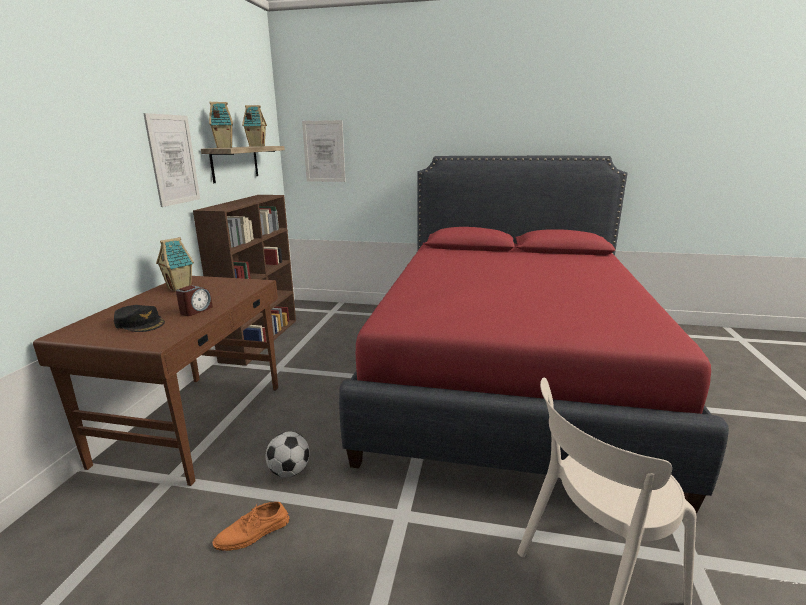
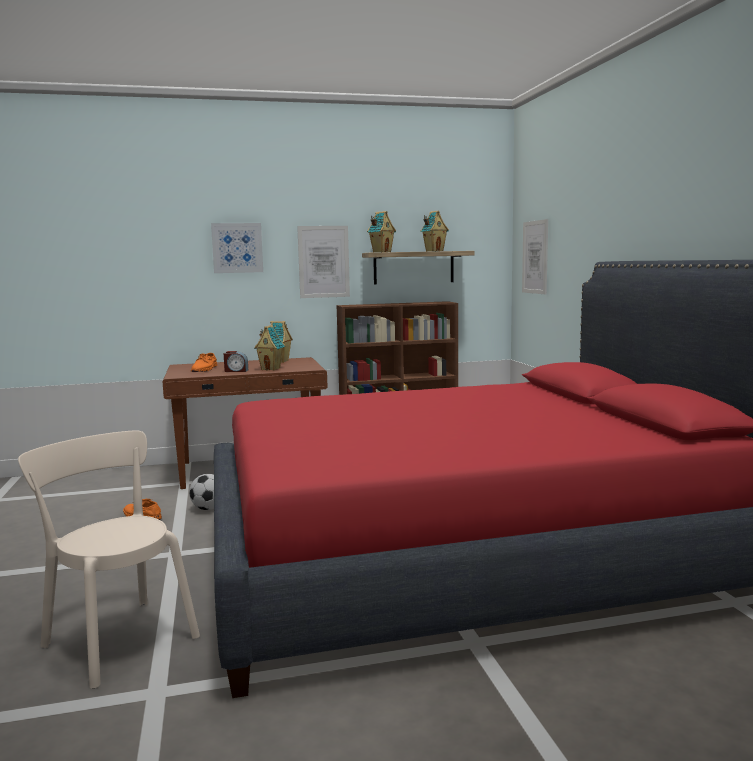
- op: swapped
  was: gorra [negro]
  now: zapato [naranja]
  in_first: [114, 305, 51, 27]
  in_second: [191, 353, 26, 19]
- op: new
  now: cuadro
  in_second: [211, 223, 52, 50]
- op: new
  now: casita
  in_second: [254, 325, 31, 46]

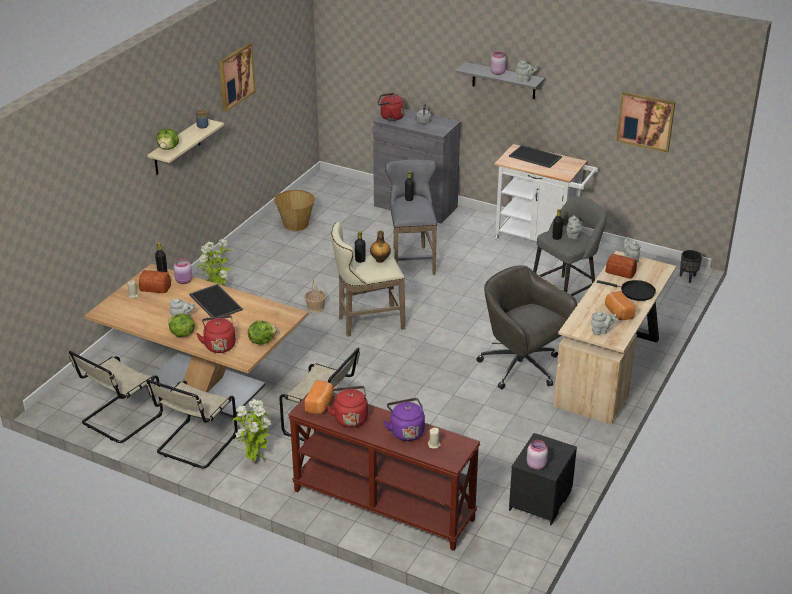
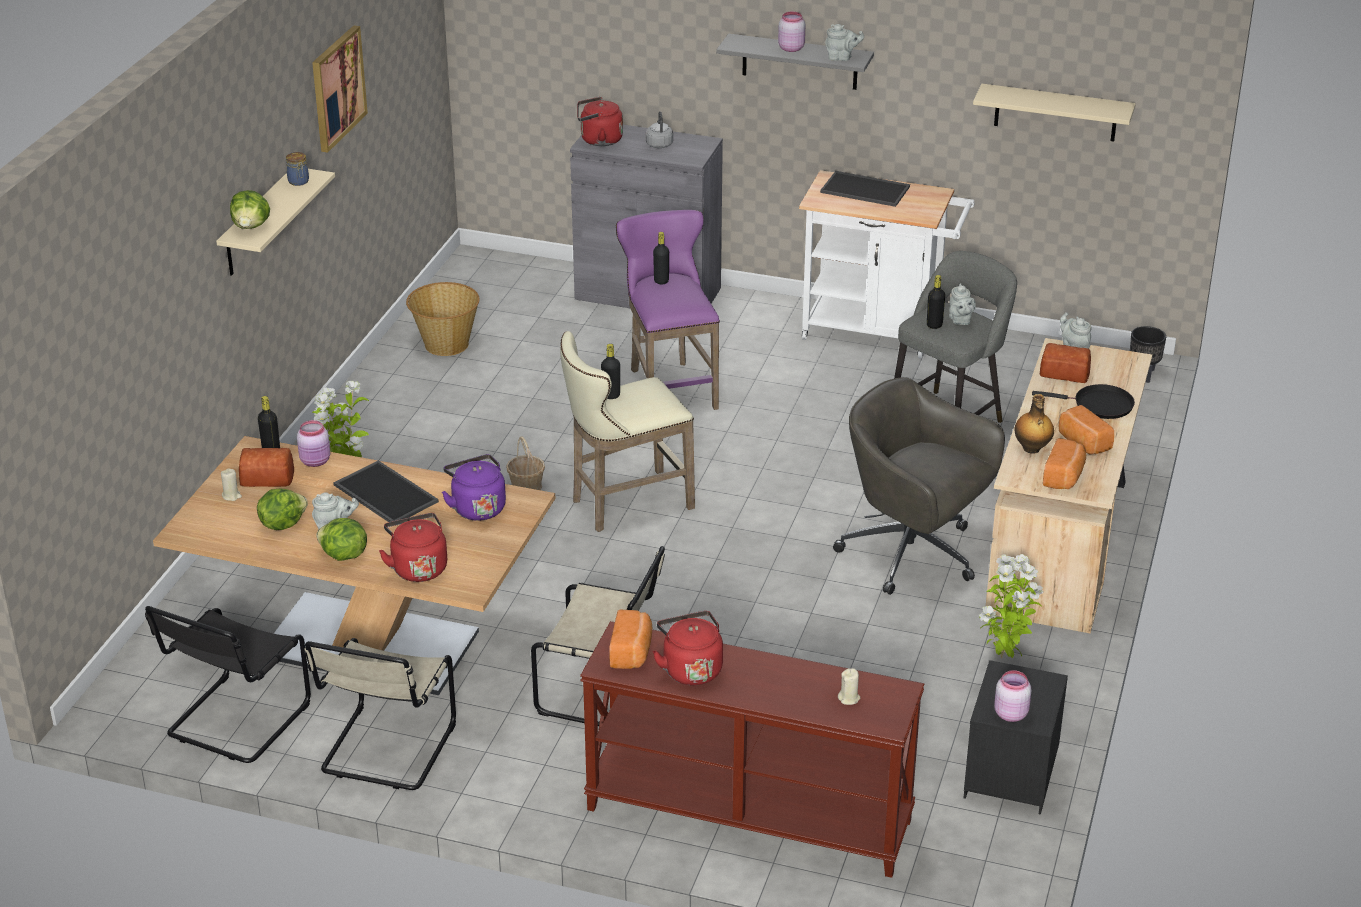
- op: repainted
  was: silla [beis]
  now: silla [negro]
  in_first: [69, 351, 94, 92]
  in_second: [145, 606, 166, 157]
- op: shifted
  was: planta en maceta
  in_first: [232, 399, 39, 62]
  in_second: [979, 554, 65, 105]
- op: shifted
  was: lechuga
  in_first: [248, 321, 29, 23]
  in_second: [257, 489, 51, 41]
- op: shifted
  was: botella
  in_first: [370, 231, 21, 32]
  in_second: [1015, 394, 39, 60]
- op: shifted
  was: hervidor [morado]
  in_first: [384, 398, 41, 43]
  in_second: [442, 454, 64, 67]
- op: repainted
  was: taburete [gris]
  now: taburete [morado]
  in_first: [385, 160, 52, 115]
  in_second: [616, 210, 104, 200]
- op: swapped
  was: tetera [gris]
  now: pan
  in_first: [591, 311, 26, 24]
  in_second: [1043, 438, 43, 51]
- op: swapped
  was: cuadro
  now: estante [beis]
  in_first: [616, 91, 59, 62]
  in_second: [973, 84, 163, 58]

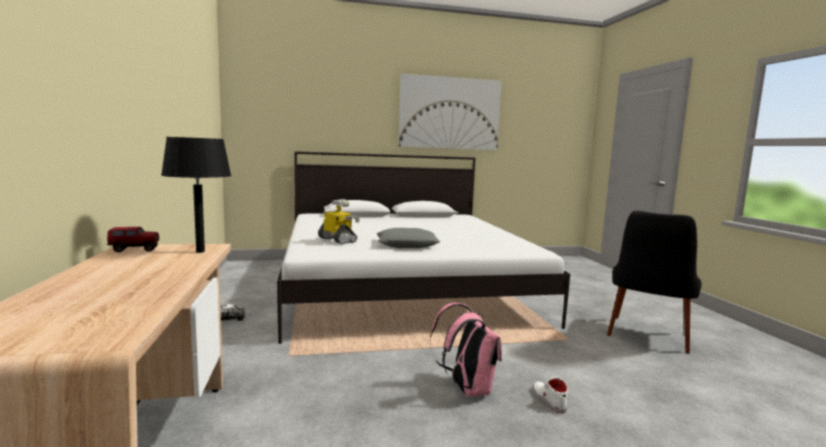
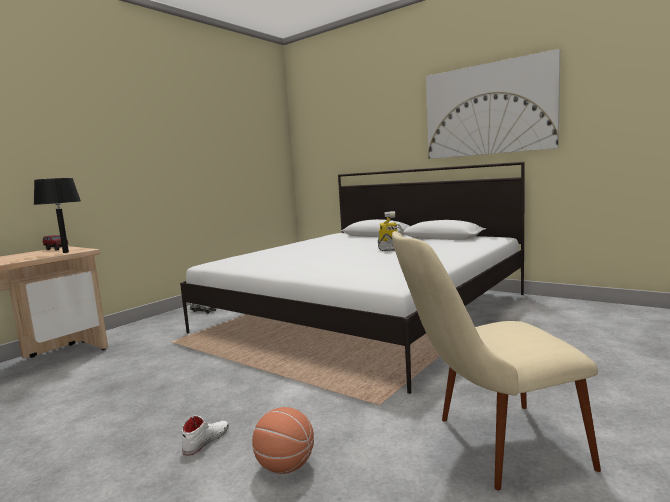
- op: shifted
  was: robot de juguete
  in_first: [318, 199, 42, 45]
  in_second: [378, 211, 25, 40]
- op: gone
  was: cojín [gris]
  in_first: [377, 228, 63, 20]
- op: gone
  was: mochila [rosa]
  in_first: [430, 303, 72, 93]
- op: repainted
  was: silla [negro]
  now: silla [beis]
  in_first: [607, 211, 95, 143]
  in_second: [392, 231, 209, 260]
- op: new
  now: balón de baloncesto
  in_second: [252, 407, 62, 67]

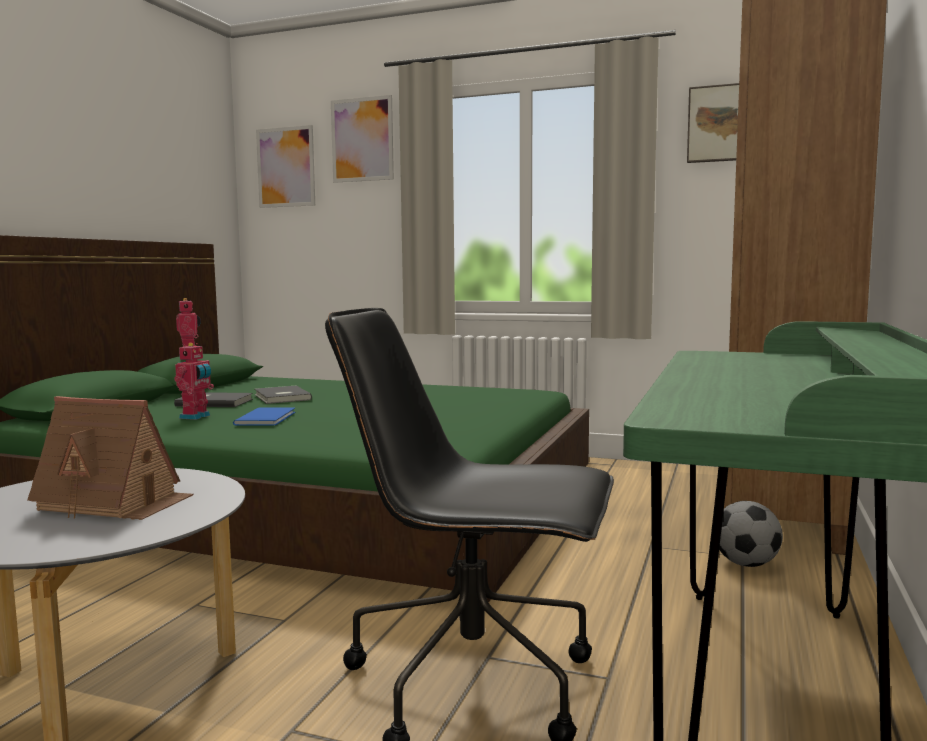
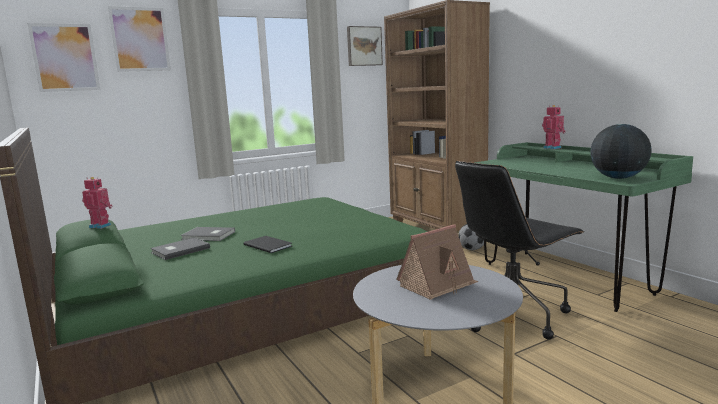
- op: shifted
  was: robot de juguete
  in_first: [174, 343, 40, 77]
  in_second: [542, 105, 24, 44]
- op: repainted
  was: libro [azul]
  now: libro [negro]
  in_first: [233, 407, 62, 19]
  in_second: [243, 236, 49, 17]
- op: new
  now: globo terráqueo
  in_second: [590, 124, 62, 55]

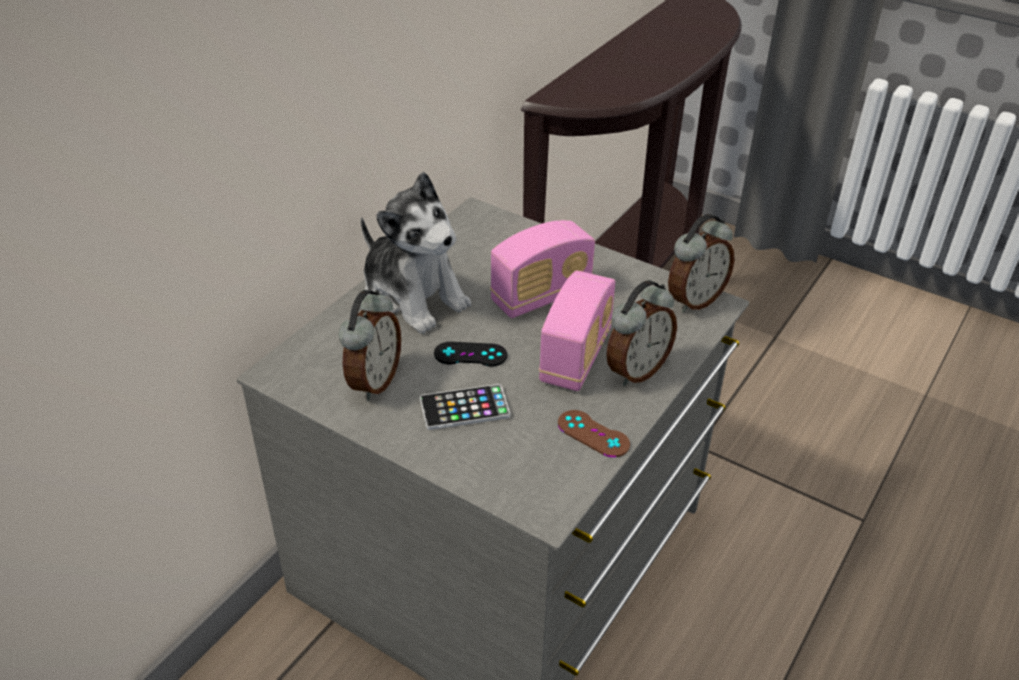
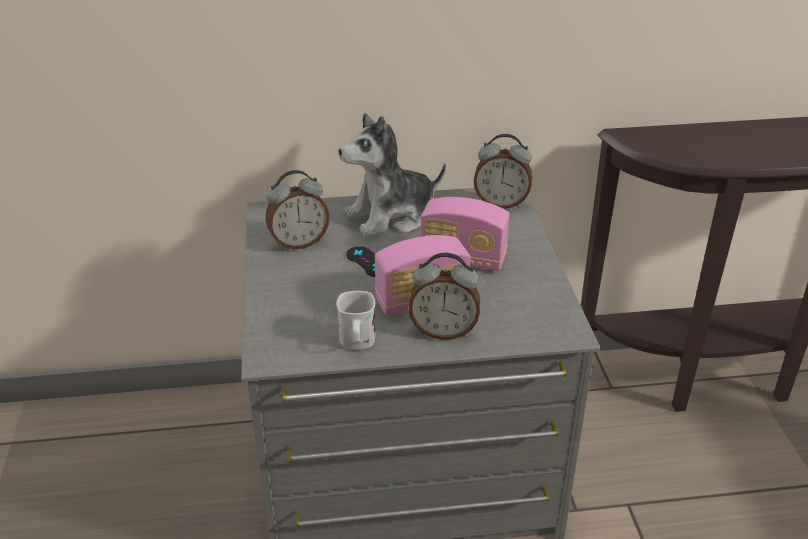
- op: rotated
  was: peluche
  in_first: [361, 172, 110, 162]
  in_second: [339, 113, 107, 124]
  clockwise: 60
- op: gone
  was: móvil
  in_first: [420, 384, 90, 46]
- op: swapped
  was: mando de consola [marrón]
  now: taza grande [blanco]
  in_first: [558, 410, 72, 47]
  in_second: [336, 291, 39, 59]
- op: shifted
  was: despertador
  in_first: [668, 214, 66, 99]
  in_second: [474, 134, 58, 75]

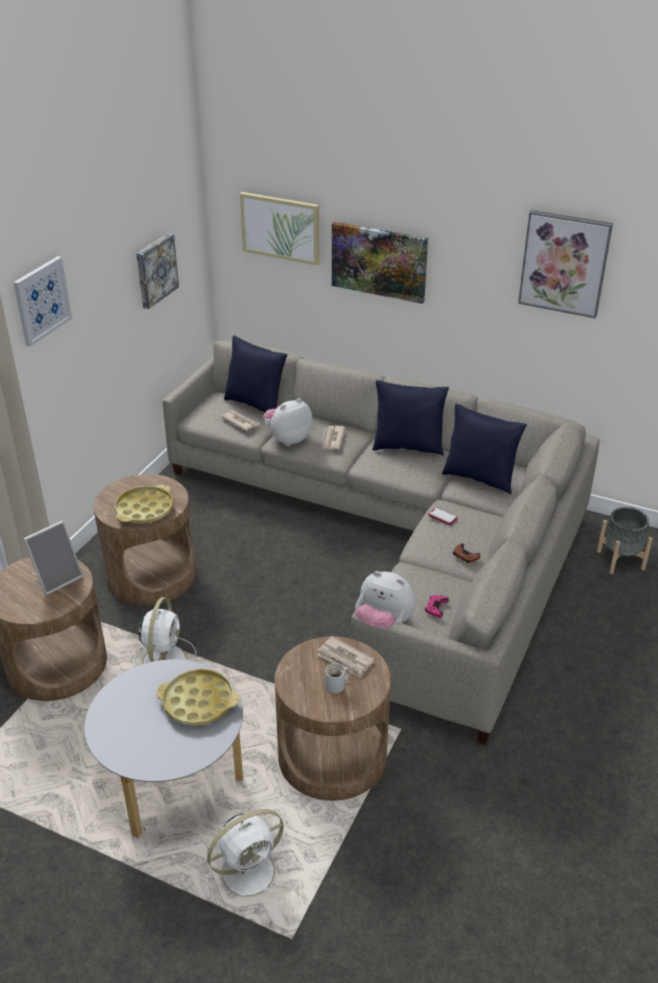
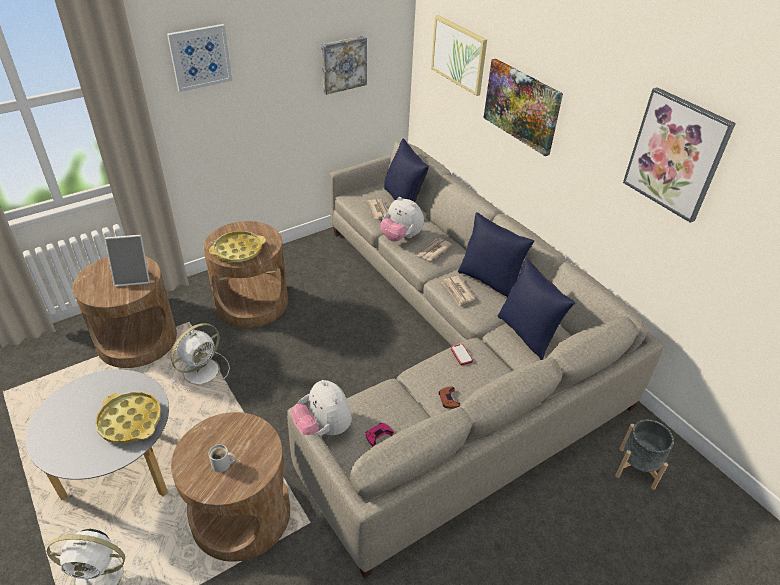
- op: rotated
  was: peluche
  in_first: [263, 398, 50, 48]
  in_second: [381, 197, 43, 45]
  clockwise: -135
- op: shifted
  was: periódico
  in_first: [317, 636, 57, 42]
  in_second: [442, 276, 33, 30]

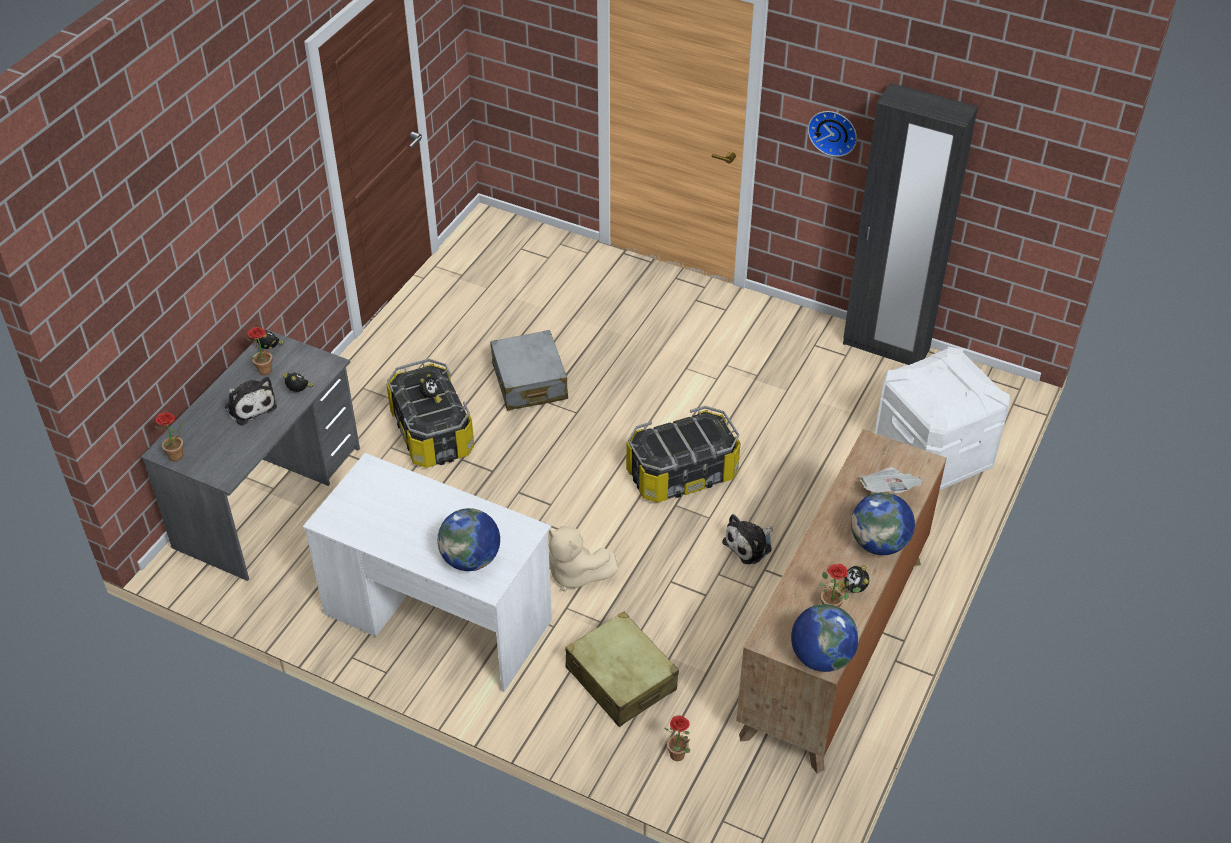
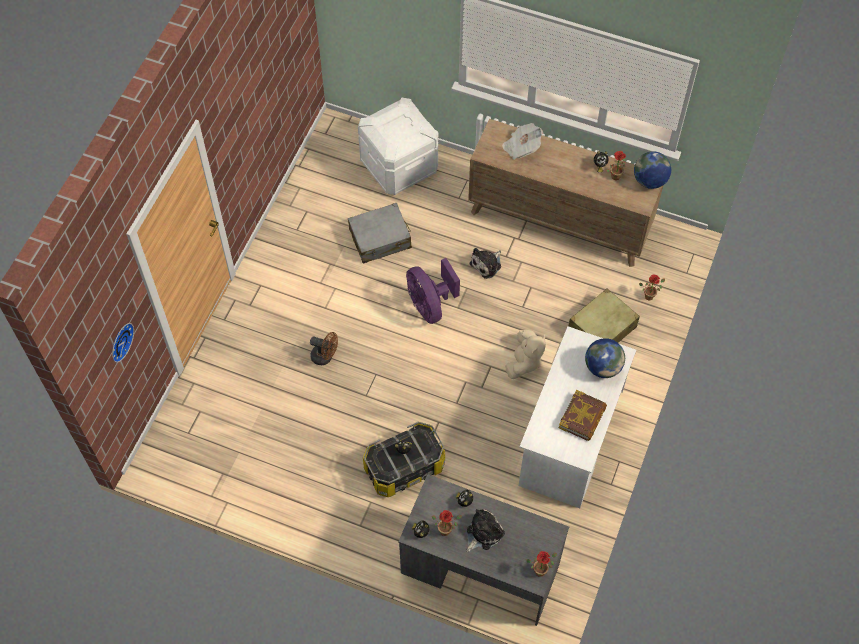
- op: shifted
  was: maleta [gris]
  in_first: [490, 330, 78, 81]
  in_second: [348, 203, 64, 60]
- op: swapped
  was: caja de almacenaje
  now: ventilador [morado]
  in_first: [626, 406, 115, 97]
  in_second: [406, 258, 54, 66]
- op: rotated
  was: peluche
  in_first: [722, 514, 51, 50]
  in_second: [470, 248, 31, 31]
  clockwise: 90
- op: shifted
  was: reloj de pared
  in_first: [808, 111, 49, 46]
  in_second: [112, 323, 22, 40]
- op: gone
  was: armario ropero [negro]
  in_first: [843, 83, 135, 282]
- op: gone
  was: globo terráqueo
  in_first: [851, 492, 64, 63]
- op: new
  now: ventilador [marrón]
  in_second: [310, 332, 28, 33]
- op: new
  now: libro
  in_second: [559, 390, 48, 51]

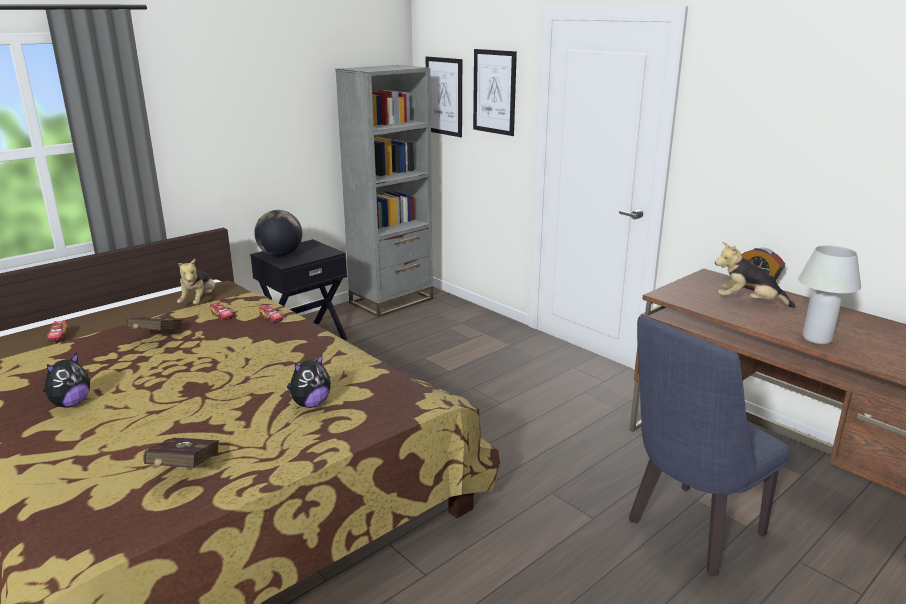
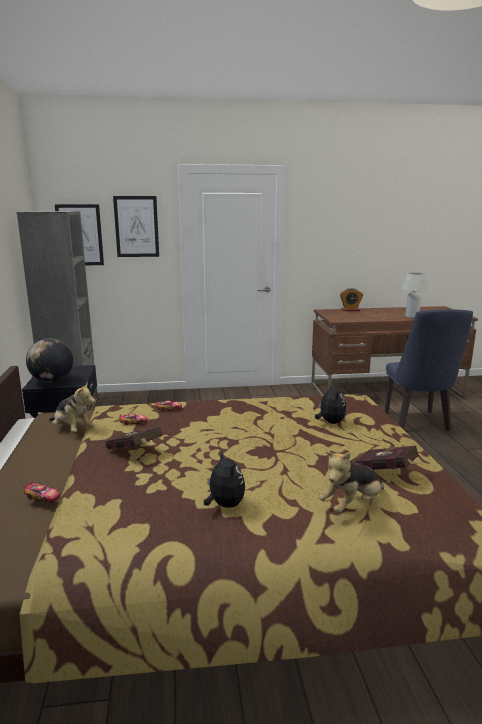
- op: shifted
  was: peluche
  in_first: [715, 242, 81, 66]
  in_second: [319, 452, 65, 61]

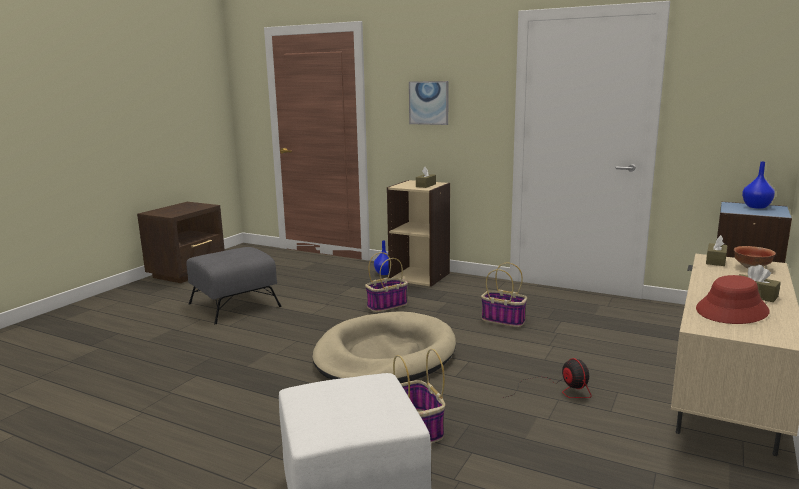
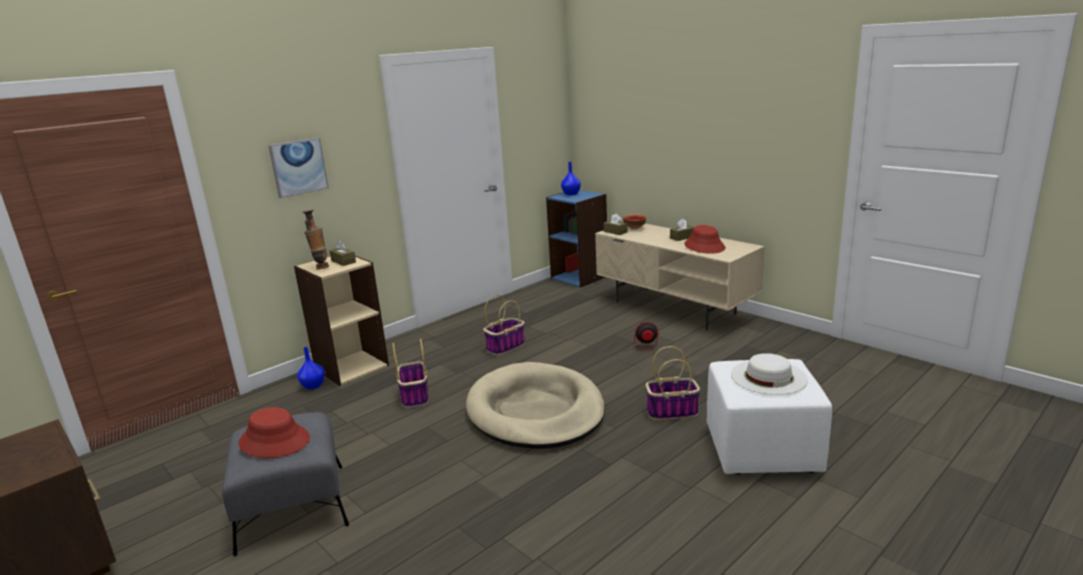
- op: new
  now: sombrero [rojo]
  in_second: [239, 407, 71, 51]
- op: new
  now: florero
  in_second: [302, 210, 27, 60]
- op: new
  now: sombrero [blanco]
  in_second: [731, 353, 77, 42]

